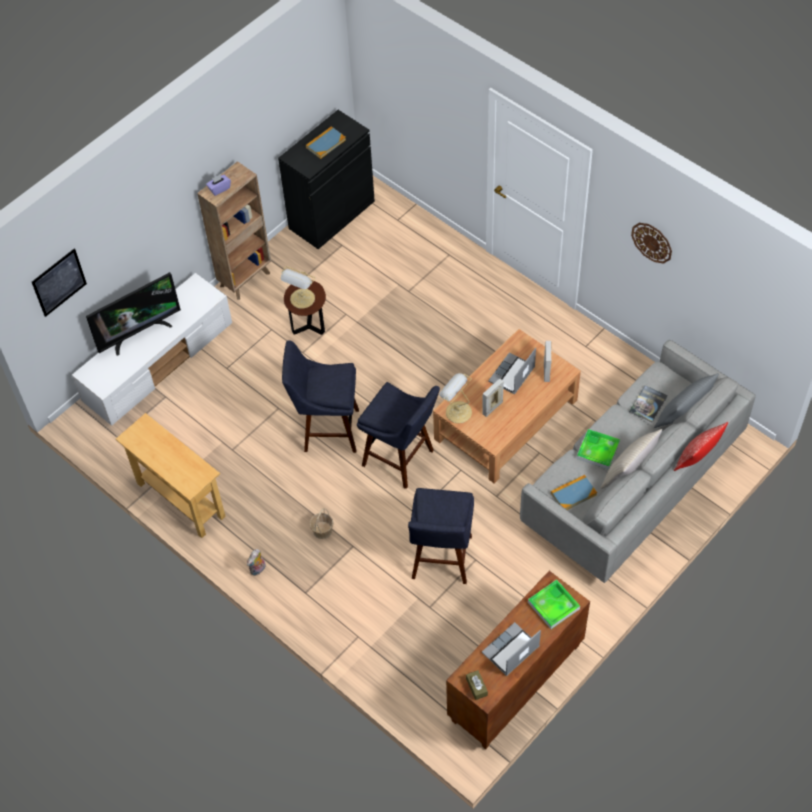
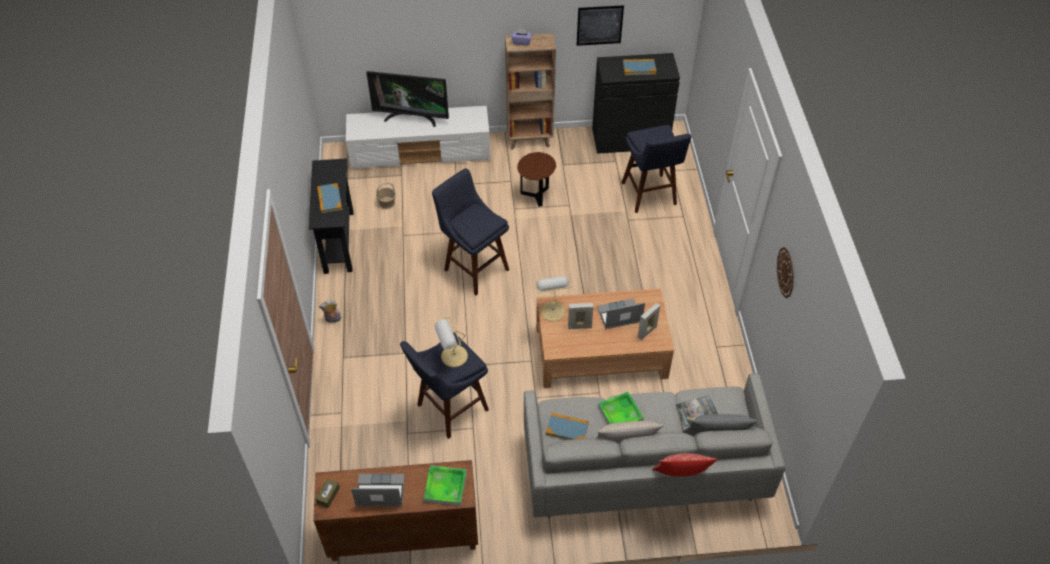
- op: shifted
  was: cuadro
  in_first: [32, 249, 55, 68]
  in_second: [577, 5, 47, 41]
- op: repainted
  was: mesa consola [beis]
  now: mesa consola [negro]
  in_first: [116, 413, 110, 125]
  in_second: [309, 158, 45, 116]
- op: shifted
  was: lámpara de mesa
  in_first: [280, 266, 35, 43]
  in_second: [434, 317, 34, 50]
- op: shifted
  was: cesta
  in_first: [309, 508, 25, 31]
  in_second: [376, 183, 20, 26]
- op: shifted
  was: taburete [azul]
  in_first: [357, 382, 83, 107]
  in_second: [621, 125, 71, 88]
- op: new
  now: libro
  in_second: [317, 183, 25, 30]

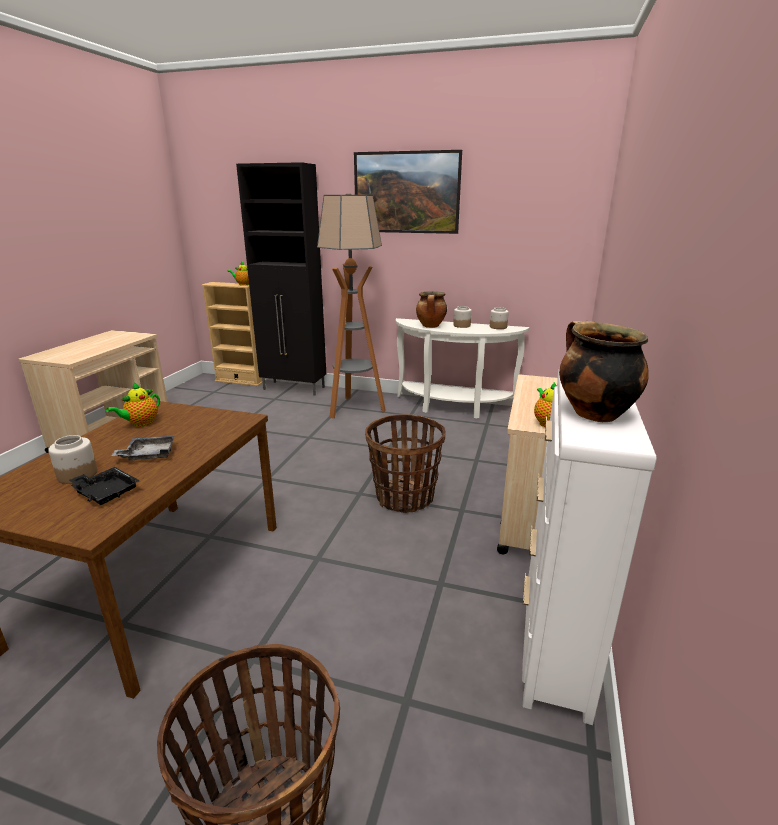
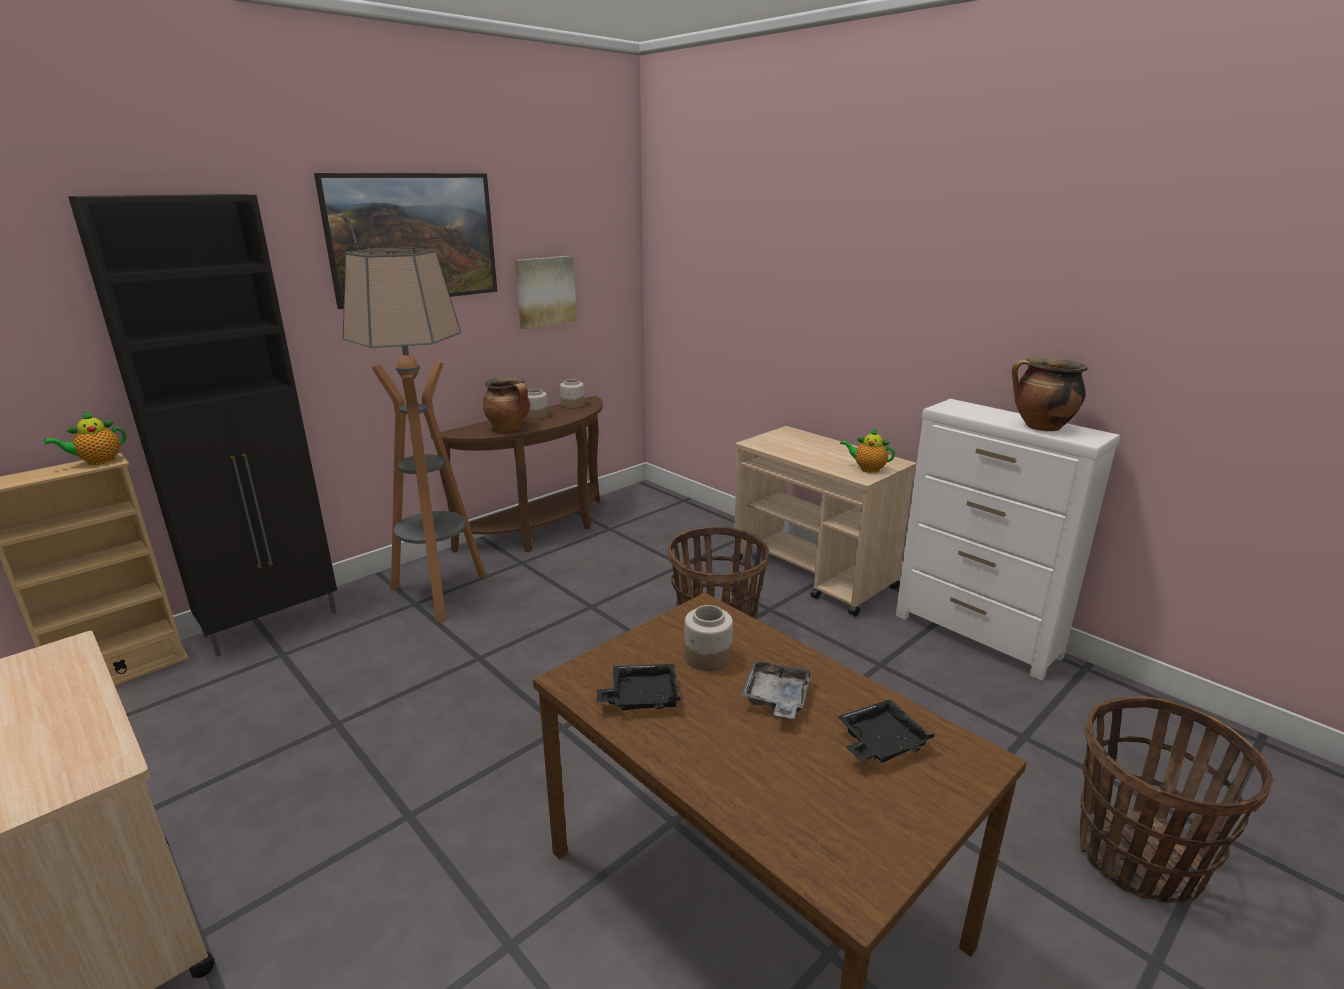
- op: shifted
  was: tarro
  in_first: [48, 435, 49, 49]
  in_second: [684, 605, 49, 66]
- op: swapped
  was: tetera
  now: bandeja [negro]
  in_first: [106, 383, 54, 44]
  in_second: [597, 664, 84, 46]
- op: repainted
  was: mesa consola [blanco]
  now: mesa consola [marrón]
  in_first: [396, 318, 133, 101]
  in_second: [431, 396, 172, 157]
- op: new
  now: cuadro
  in_second: [515, 256, 62, 73]

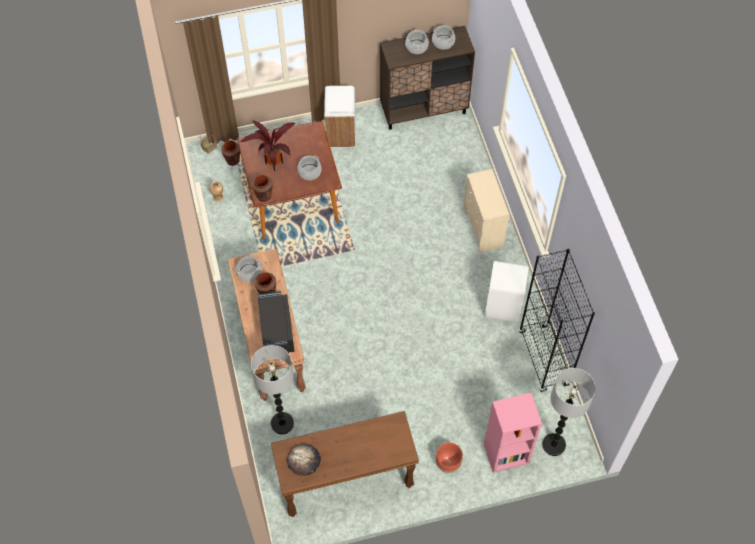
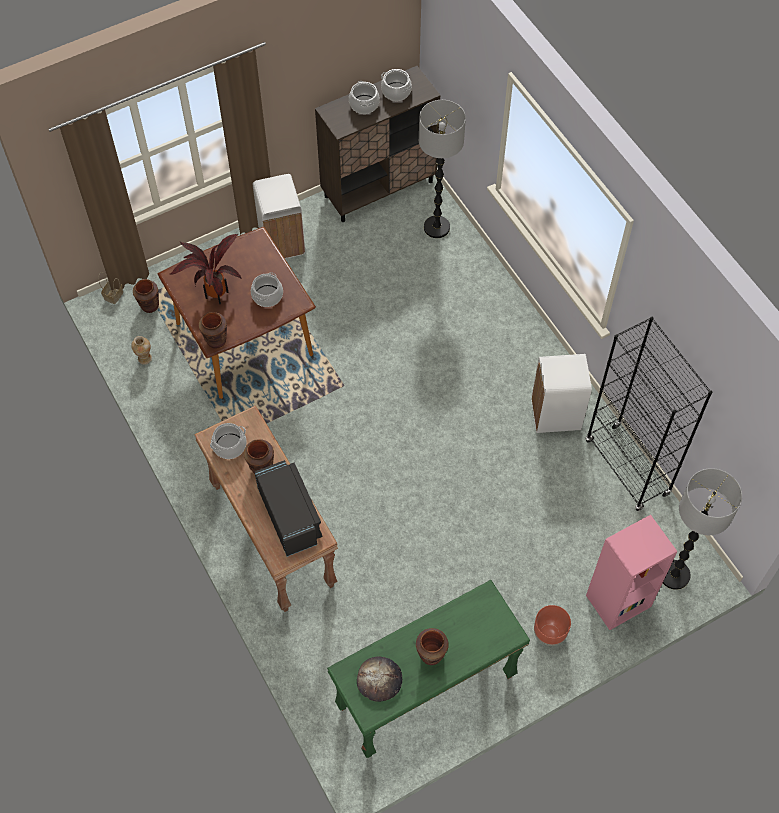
- op: shifted
  was: lámpara de pie
  in_first: [251, 345, 43, 89]
  in_second: [419, 100, 47, 138]
- op: repainted
  was: mesa consola [marrón]
  now: mesa consola [verde]
  in_first: [271, 411, 148, 106]
  in_second: [327, 580, 203, 178]
- op: gone
  was: cómoda [beis]
  in_first: [463, 169, 47, 84]
- op: new
  now: florero [marrón]
  in_second: [416, 628, 33, 37]

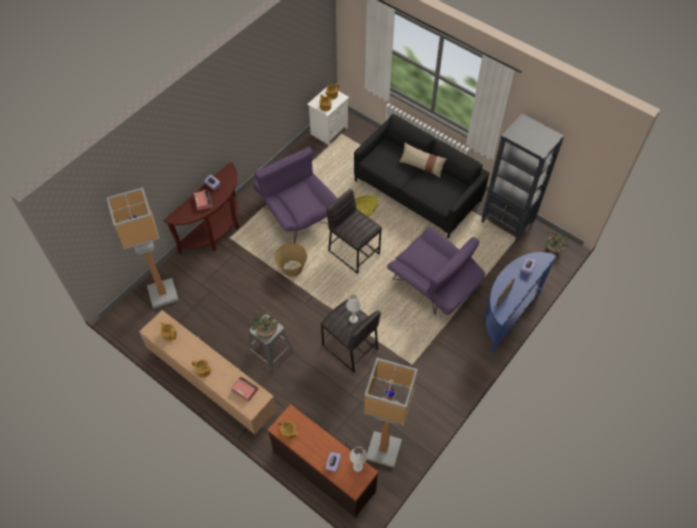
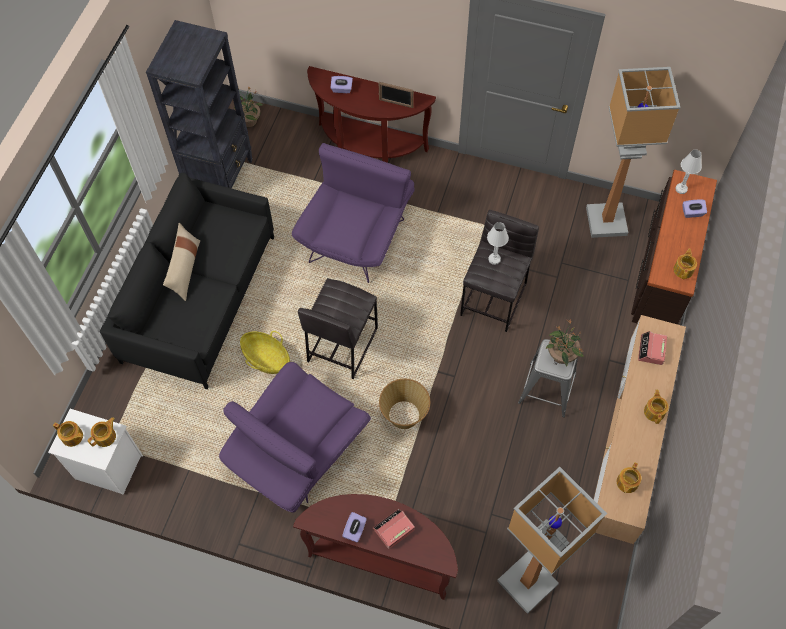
- op: repainted
  was: mesa consola [azul]
  now: mesa consola [marrón]
  in_first: [483, 252, 73, 101]
  in_second: [307, 66, 129, 97]

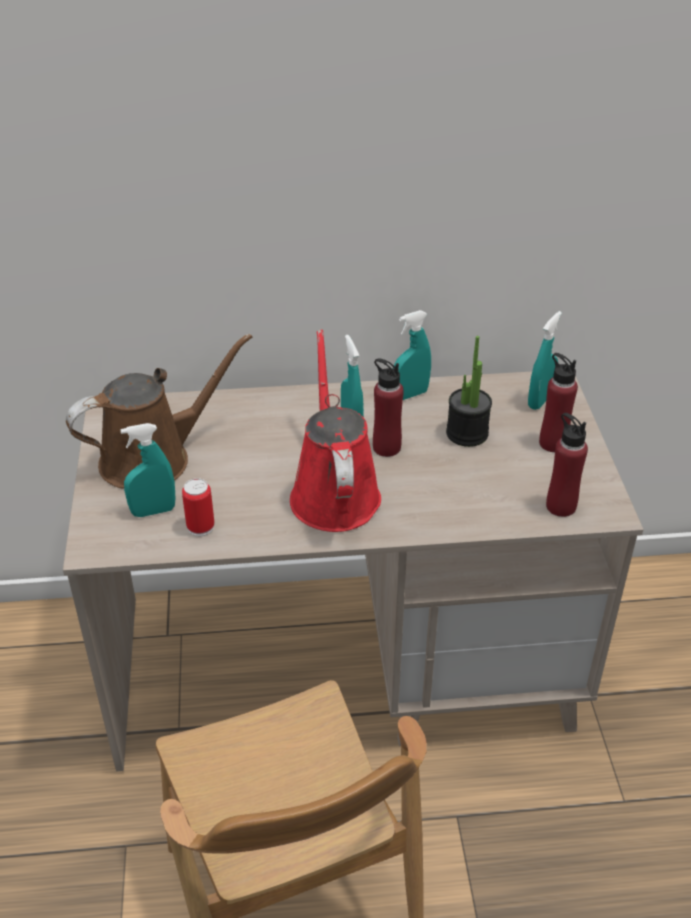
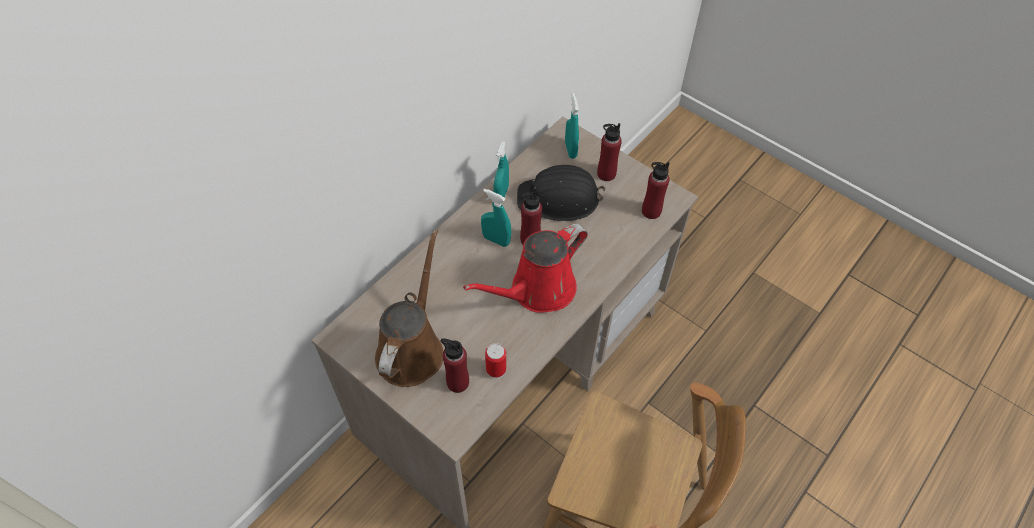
- op: swapped
  was: pulverizador [turquesa]
  now: botella [rojo]
  in_first: [120, 423, 55, 94]
  in_second: [440, 338, 29, 55]
- op: rotated
  was: regadera [rojo]
  in_first: [290, 329, 91, 203]
  in_second: [463, 223, 125, 90]
  clockwise: -75
- op: swapped
  was: planta en maceta
  now: casco [negro]
  in_first: [446, 336, 46, 111]
  in_second: [517, 165, 89, 56]

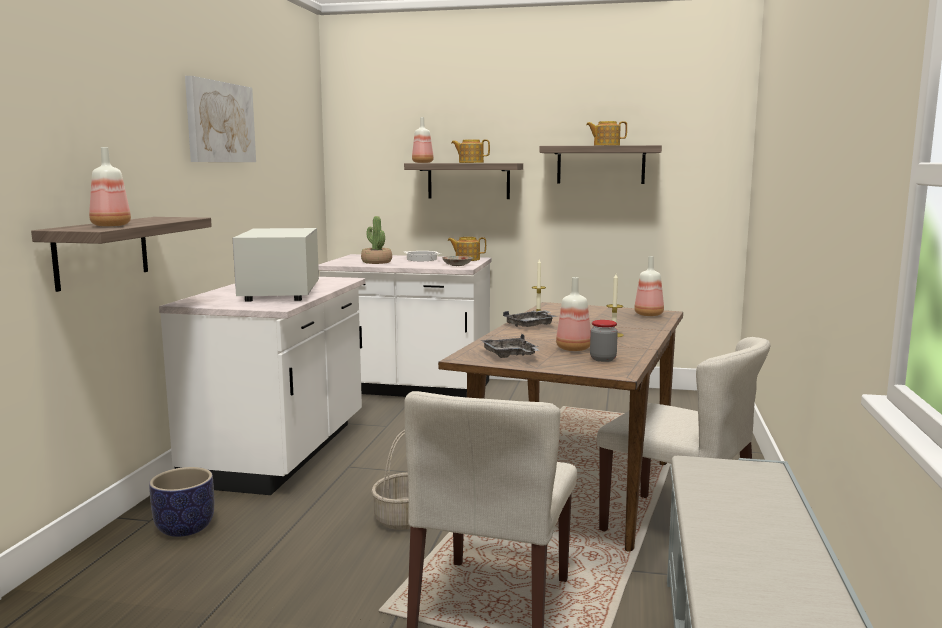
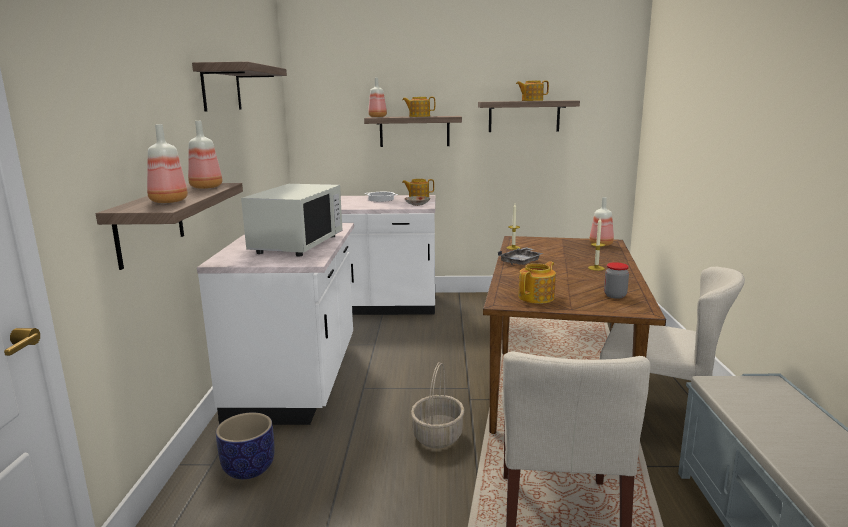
- op: swapped
  was: cuadro
  now: estante
  in_first: [185, 76, 71, 86]
  in_second: [192, 62, 95, 50]
- op: rotated
  was: microondas [blanco]
  in_first: [233, 228, 86, 74]
  in_second: [241, 184, 102, 72]
  clockwise: -150
- op: gone
  was: planta en maceta
  in_first: [361, 216, 31, 48]
- op: swapped
  was: bandeja [gris]
  now: tetera
  in_first: [480, 334, 59, 24]
  in_second: [518, 261, 38, 43]
- op: shifted
  was: botella
  in_first: [556, 277, 35, 74]
  in_second: [188, 121, 34, 68]

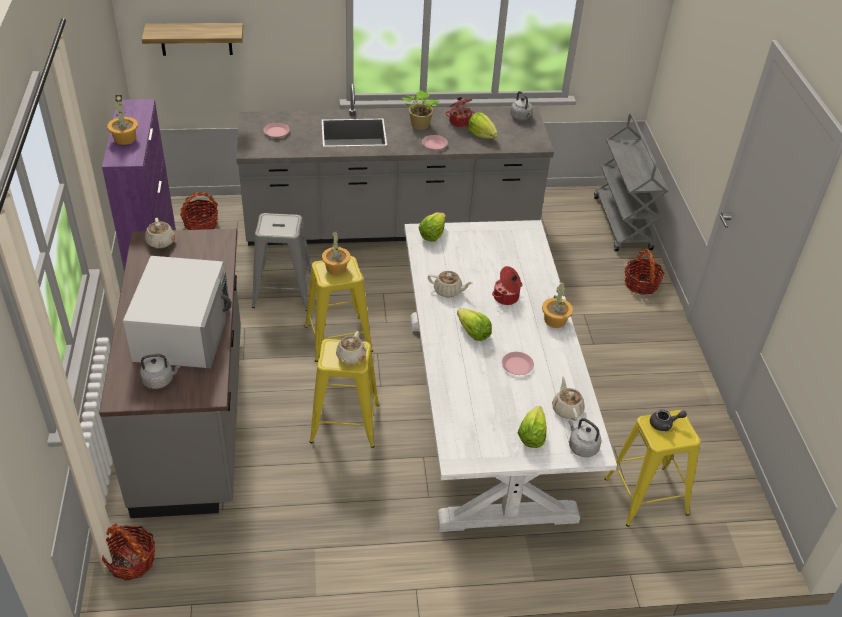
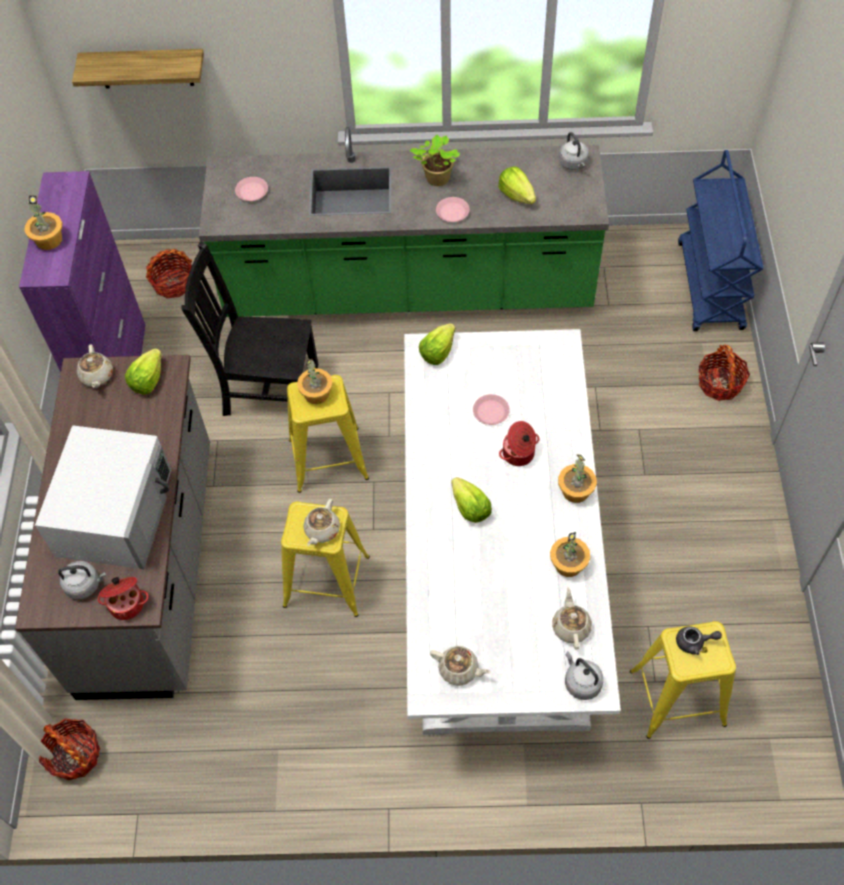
- op: repainted
  was: mueble bajo de cocina [gris]
  now: mueble bajo de cocina [verde]
  in_first: [236, 83, 318, 163]
  in_second: [199, 127, 410, 190]
- op: swapped
  was: taburete [gris]
  now: silla [negro]
  in_first: [252, 213, 59, 98]
  in_second: [181, 241, 137, 175]
- op: shifted
  was: tetera [beis]
  in_first: [428, 271, 45, 27]
  in_second: [430, 646, 61, 40]
- op: shifted
  was: olla
  in_first: [445, 97, 30, 30]
  in_second: [98, 577, 51, 43]
- op: shifted
  was: plato [rosa]
  in_first: [502, 352, 32, 23]
  in_second: [473, 394, 37, 31]
- op: shifted
  was: lechuga
  in_first: [518, 406, 29, 42]
  in_second: [125, 348, 37, 47]
- op: repainted
  was: carrito [gris]
  now: carrito [azul]
  in_first: [594, 113, 74, 138]
  in_second: [678, 150, 86, 181]
- op: new
  now: planta en maceta
  in_second: [550, 532, 40, 45]

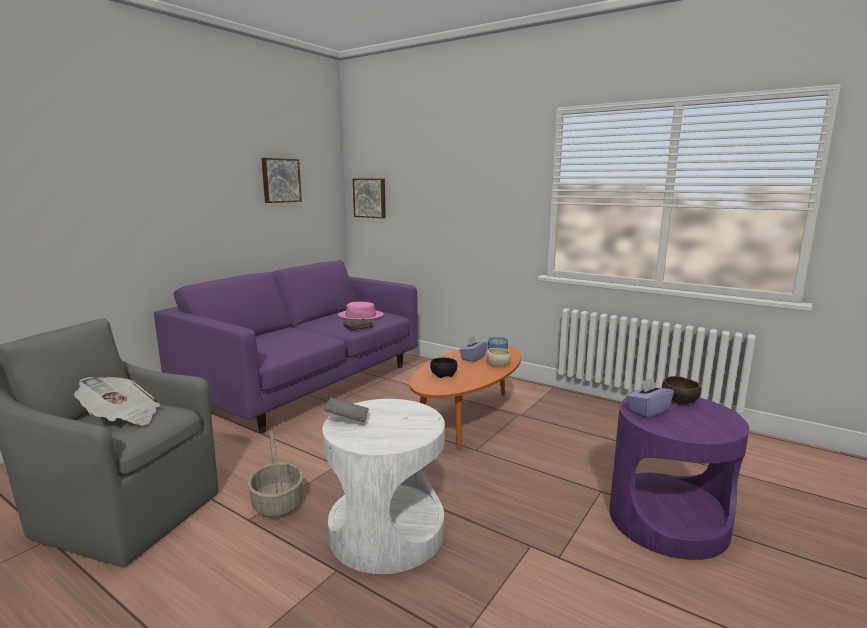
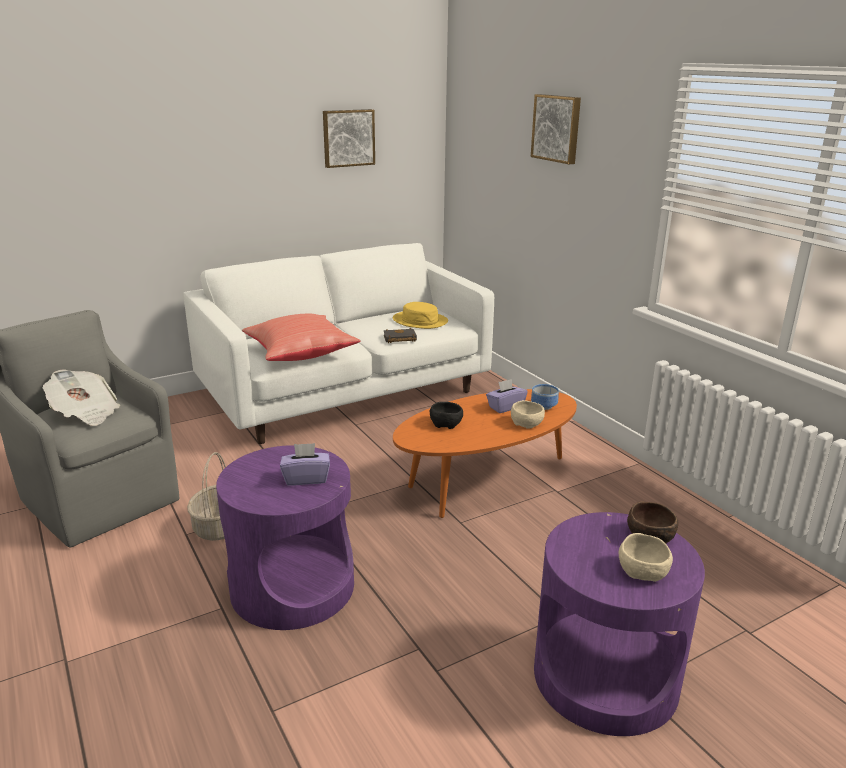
- op: repainted
  was: sofá [morado]
  now: sofá [blanco]
  in_first: [154, 261, 264, 172]
  in_second: [183, 243, 311, 201]
- op: repainted
  was: mesa auxiliar [blanco]
  now: mesa auxiliar [morado]
  in_first: [322, 399, 123, 175]
  in_second: [216, 445, 138, 185]
- op: gone
  was: libro [gris]
  in_first: [324, 397, 45, 26]
- op: repainted
  was: sombrero [rosa]
  now: sombrero [amarillo]
  in_first: [338, 302, 46, 18]
  in_second: [393, 302, 55, 27]
- op: shifted
  was: cuadro
  in_first: [353, 178, 33, 40]
  in_second: [531, 94, 50, 70]
- op: shifted
  was: caja de pañuelos [morado]
  in_first: [626, 377, 48, 41]
  in_second: [280, 443, 50, 43]
- op: new
  now: cojín [rojo]
  in_second: [242, 314, 118, 47]
- op: new
  now: cuenco [beis]
  in_second: [619, 533, 54, 49]

